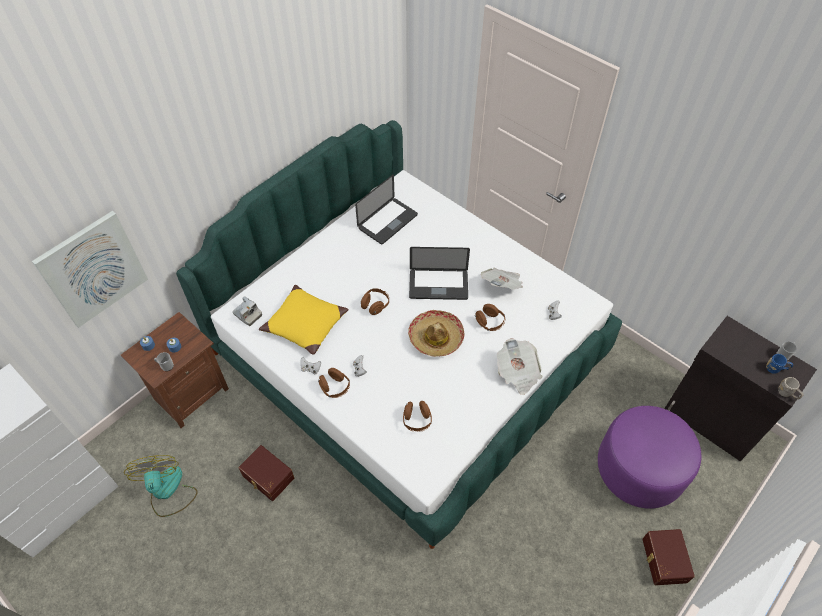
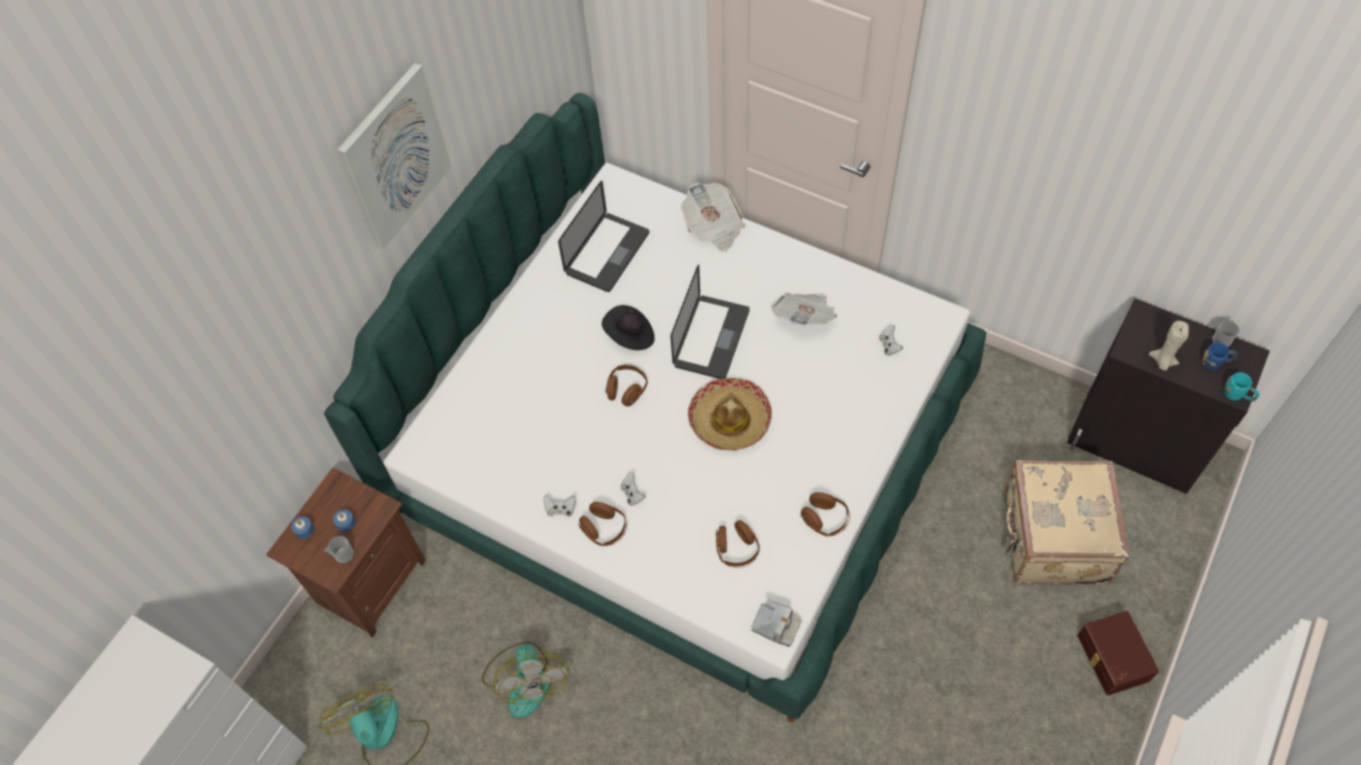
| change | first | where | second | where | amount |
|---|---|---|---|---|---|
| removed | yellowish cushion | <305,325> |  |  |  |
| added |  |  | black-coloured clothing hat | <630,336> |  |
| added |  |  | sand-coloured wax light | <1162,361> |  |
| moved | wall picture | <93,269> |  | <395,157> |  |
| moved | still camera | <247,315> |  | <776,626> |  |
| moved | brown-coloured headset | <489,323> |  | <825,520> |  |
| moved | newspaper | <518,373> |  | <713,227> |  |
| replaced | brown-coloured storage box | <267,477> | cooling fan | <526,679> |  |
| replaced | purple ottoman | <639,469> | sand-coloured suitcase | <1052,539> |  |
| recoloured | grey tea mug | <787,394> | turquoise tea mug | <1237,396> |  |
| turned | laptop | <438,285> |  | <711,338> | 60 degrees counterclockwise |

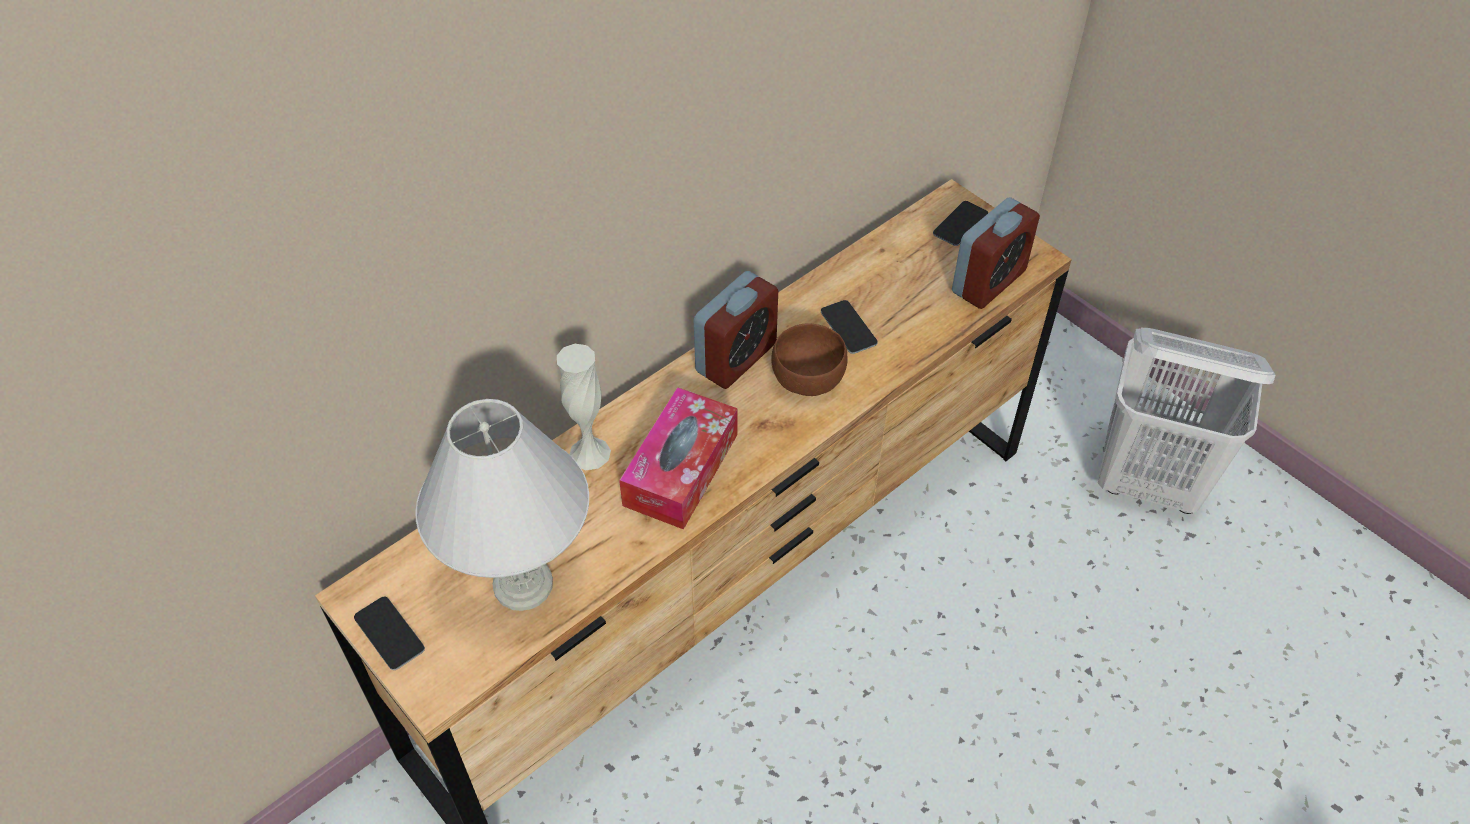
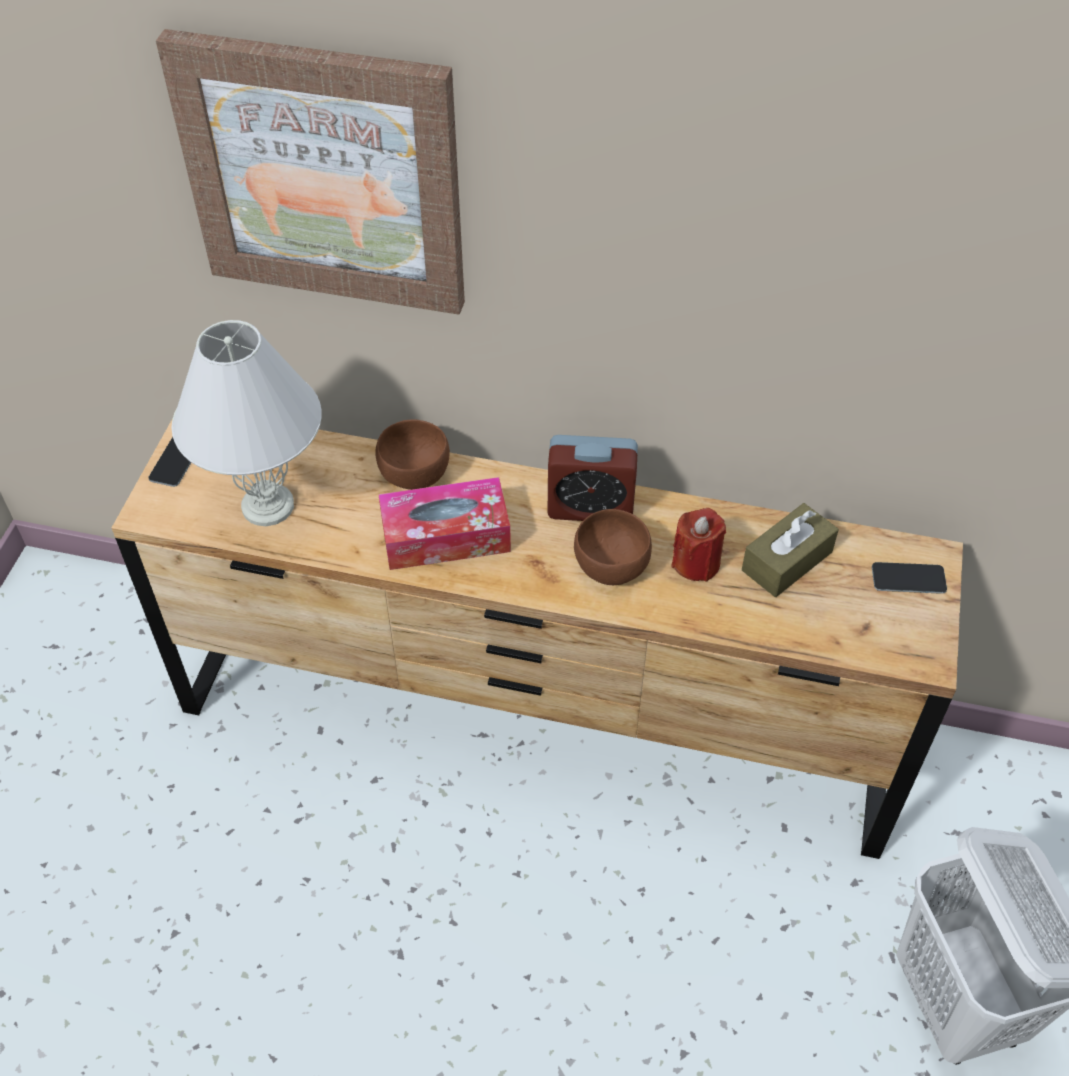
| change | first | where | second | where | amount |
|---|---|---|---|---|---|
| removed | bedside clock | <988,282> |  |  |  |
| added |  |  | wall picture | <324,174> |  |
| added |  |  | brown-coloured tissue box | <787,561> |  |
| replaced | white decorative vase | <589,453> | brown-coloured deep dish | <415,473> |  |
| replaced | phone | <848,327> | reddish wax light | <696,563> |  |

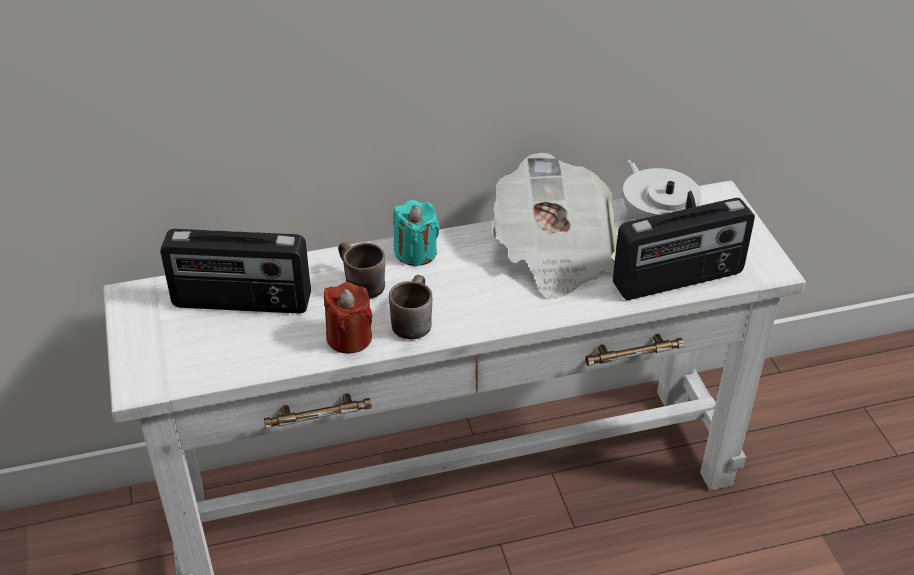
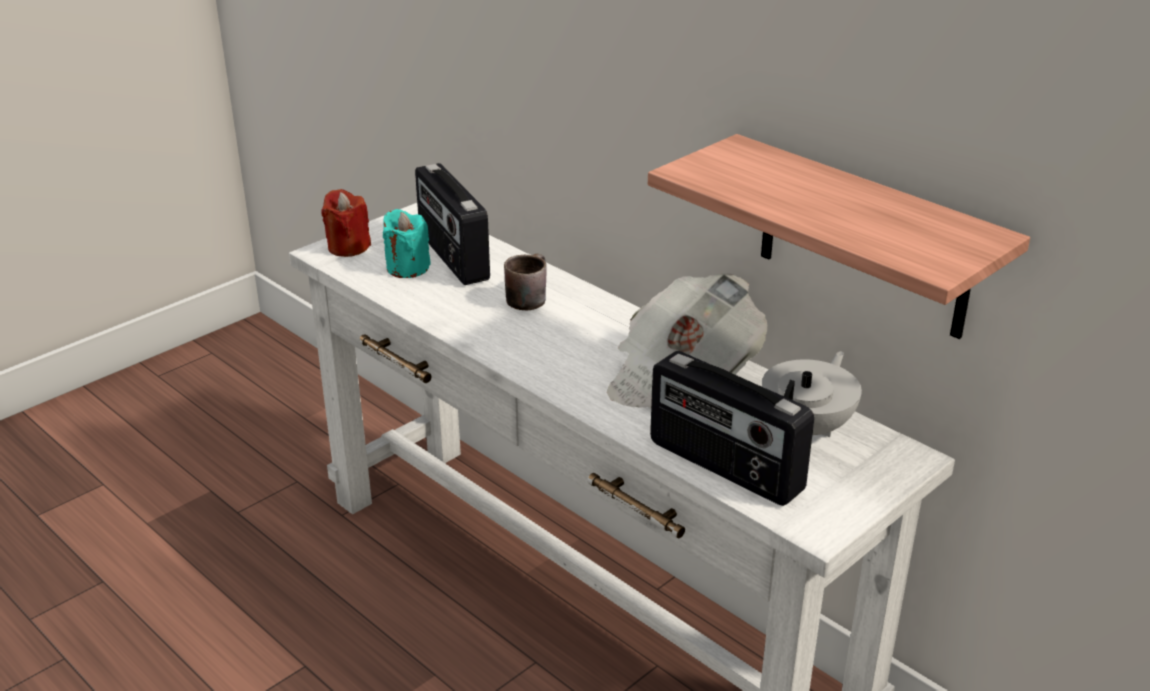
| change | first | where | second | where | amount |
|---|---|---|---|---|---|
| removed | brown-coloured tea mug | <410,320> |  |  |  |
| added |  |  | bracket shelf | <864,238> |  |
| moved | reddish wax light | <349,338> |  | <348,247> |  |
| moved | turquoise wax light | <415,252> |  | <407,268> |  |

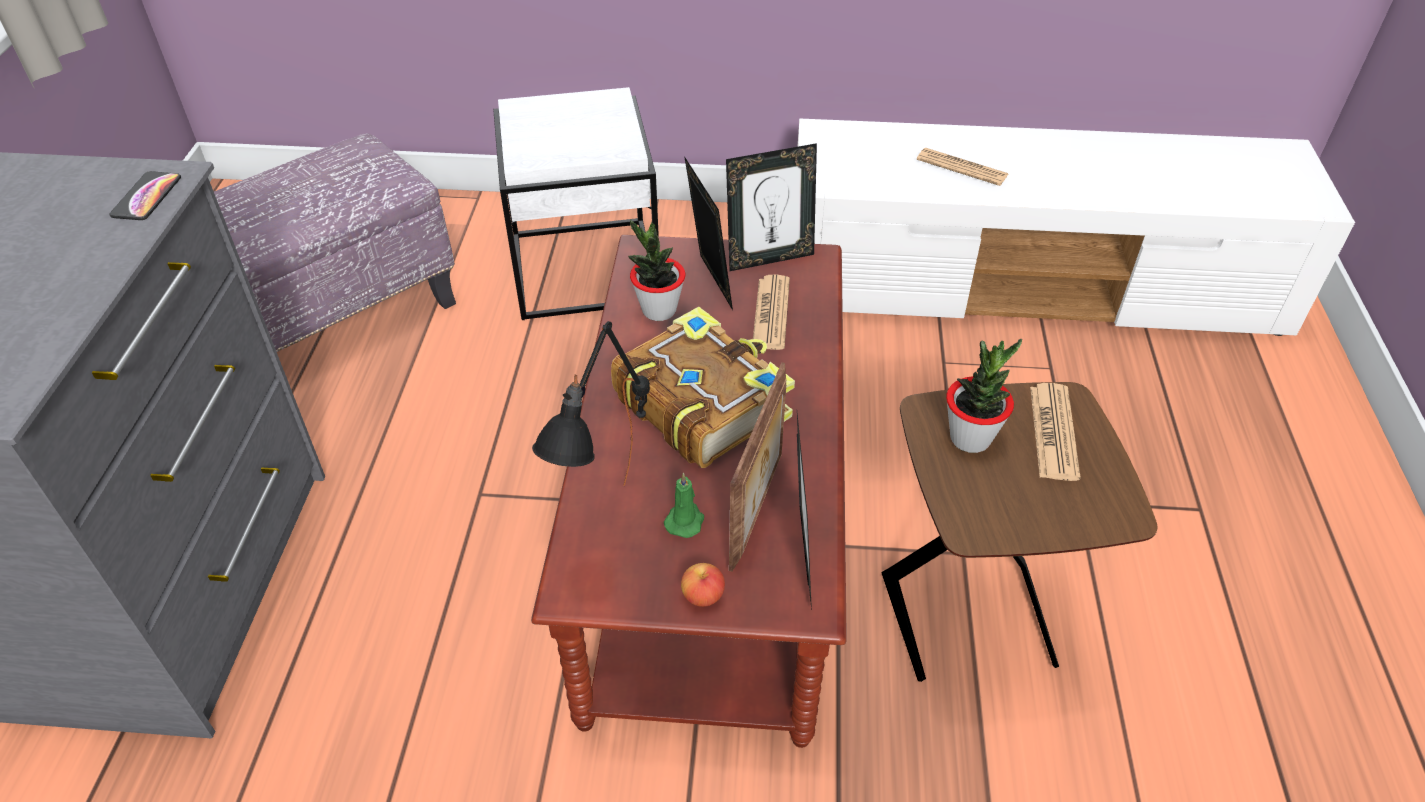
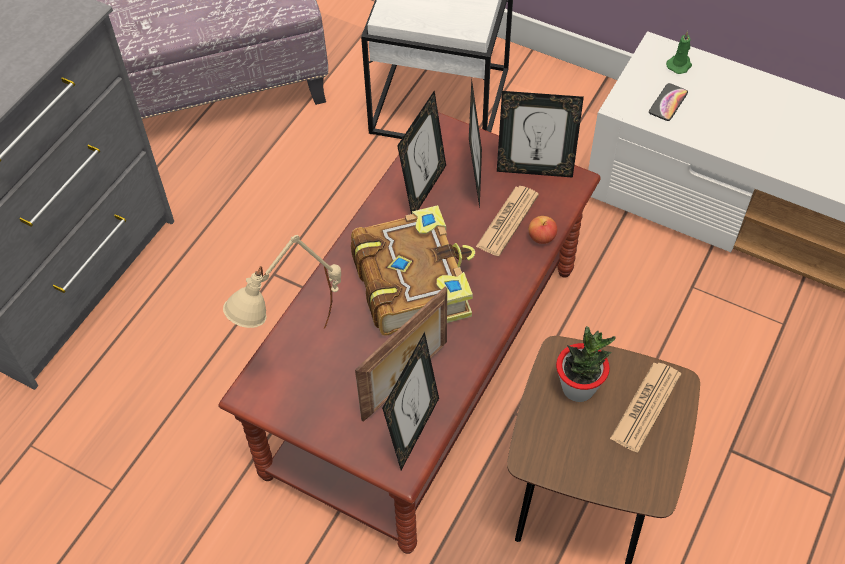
| change | first | where | second | where | amount |
|---|---|---|---|---|---|
| removed | newspaper | <962,167> |  |  |  |
| moved | phone | <147,197> |  | <668,102> |  |
| moved | greenish wax light | <685,520> |  | <679,65> |  |
| moved | apple fruit | <703,596> |  | <541,237> |  |
| replaced | plant in a pot | <658,310> | photo frame | <423,189> |  |
| recoloured | black-coloured table lamp | <613,531> | sand-coloured table lamp | <299,360> |  |

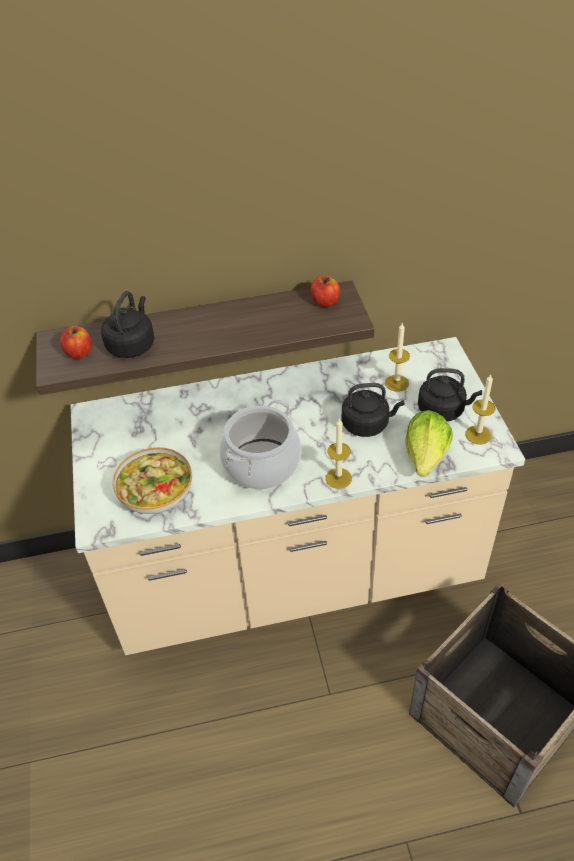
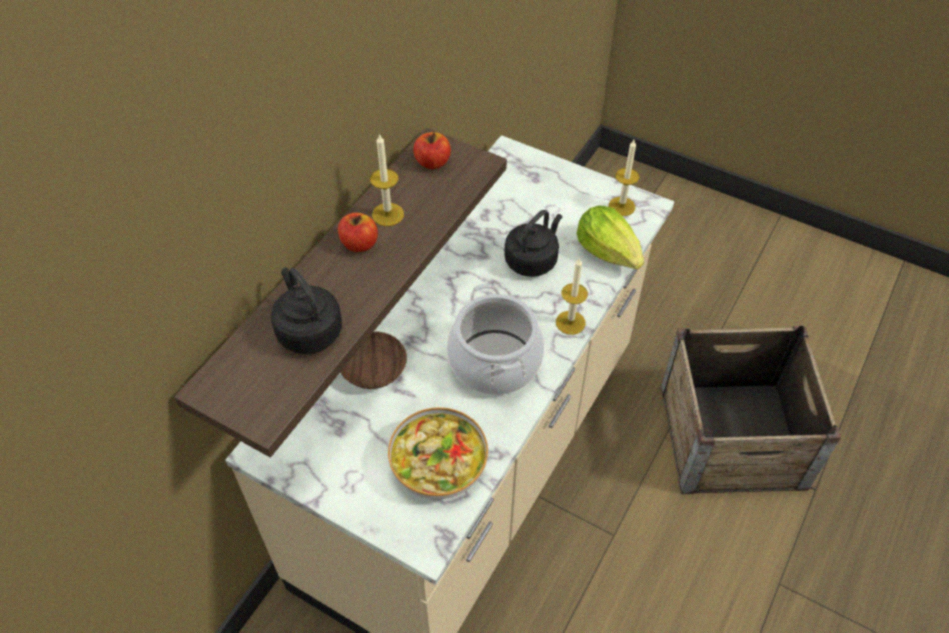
| change | first | where | second | where | amount |
|---|---|---|---|---|---|
| removed | black-coloured kettle | <443,410> |  |  |  |
| added |  |  | brown-coloured deep dish | <374,370> |  |
| moved | apple fruit | <79,353> |  | <359,244> |  |
| moved | wax light | <396,383> |  | <388,214> |  |

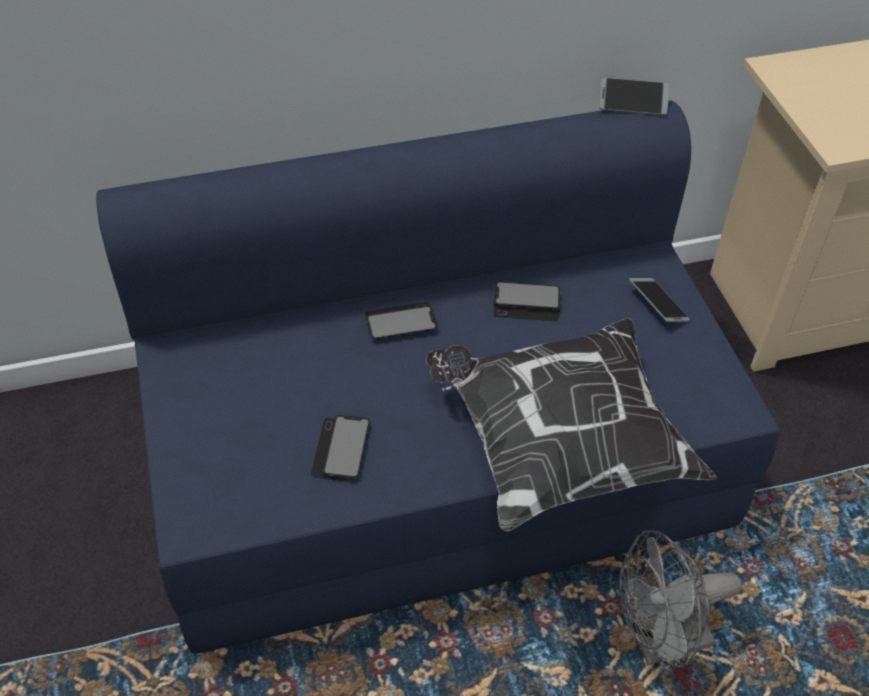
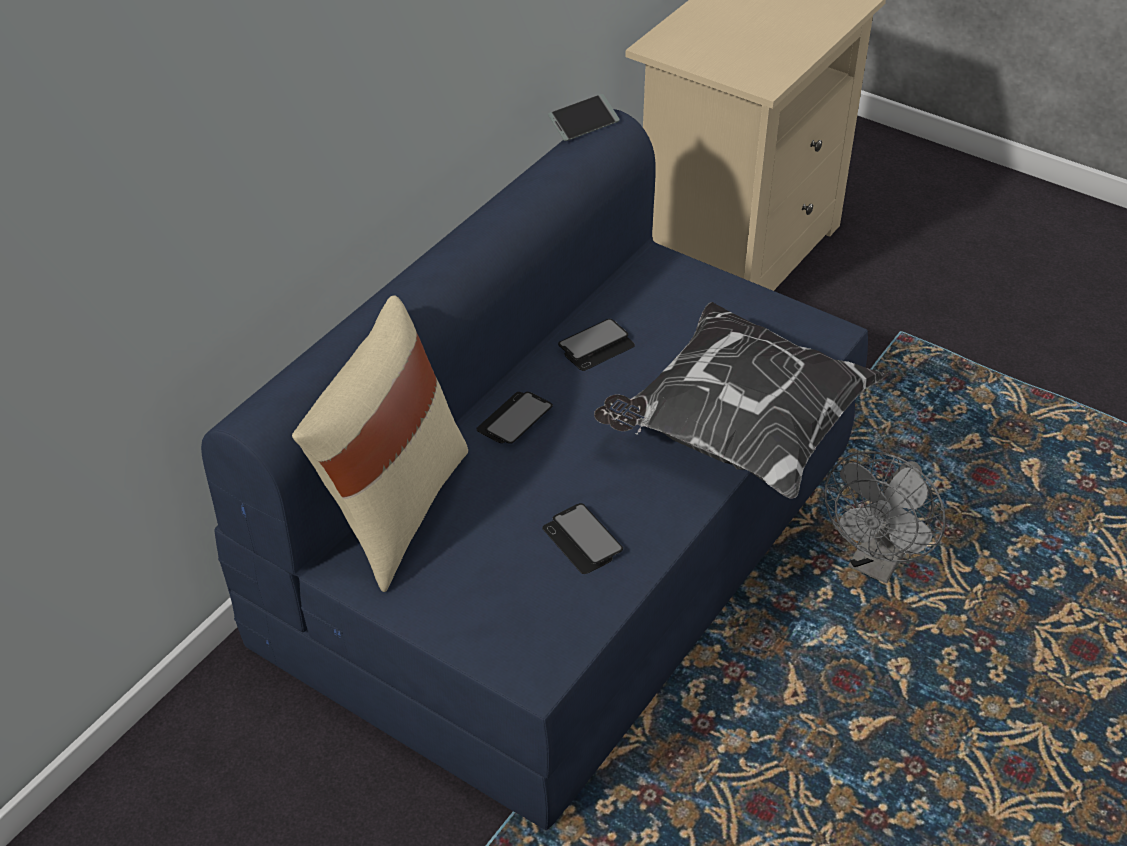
| change | first | where | second | where | amount |
|---|---|---|---|---|---|
| removed | phone | <657,305> |  |  |  |
| added |  |  | sand-coloured cushion | <393,509> |  |

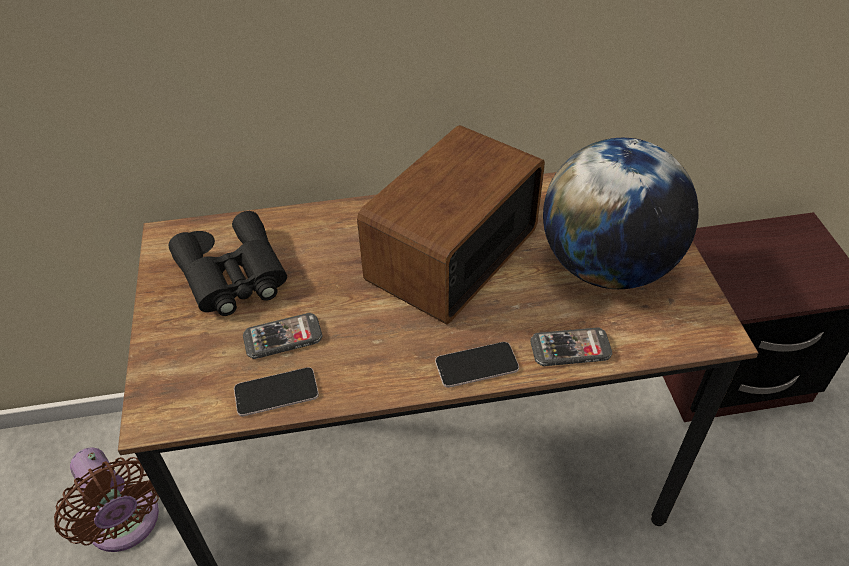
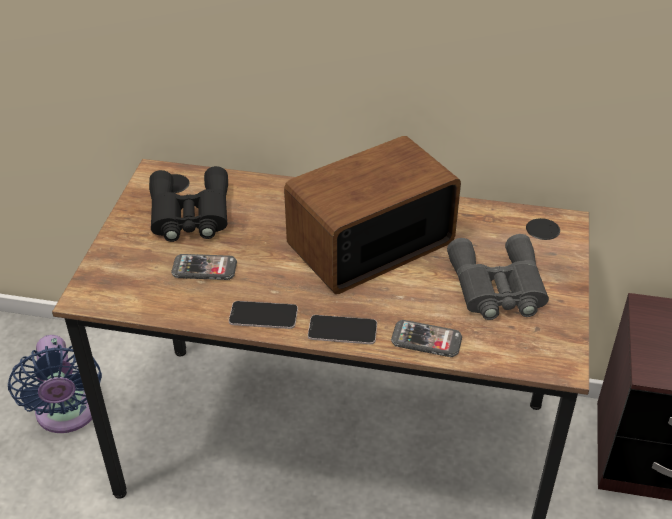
| change | first | where | second | where | amount |
|---|---|---|---|---|---|
| moved | phone | <276,392> |  | <263,316> |  |
| replaced | desk globe | <607,266> | grey field glasses | <497,287> |  |
| recoloured | brown-coloured cooling fan | <126,524> | blue cooling fan | <67,414> |  |

